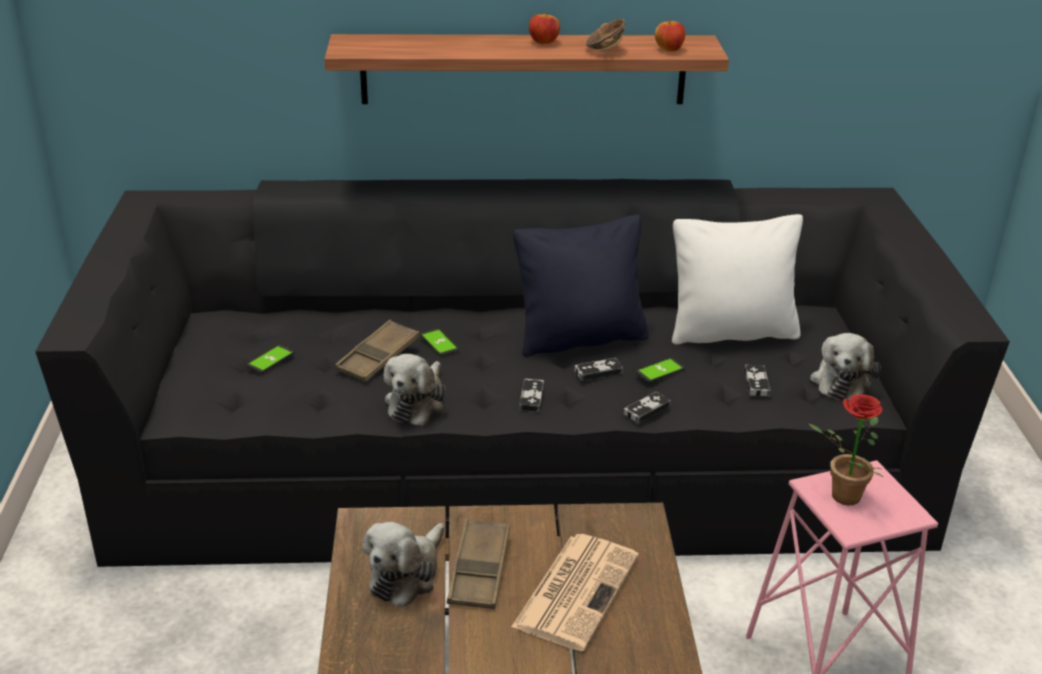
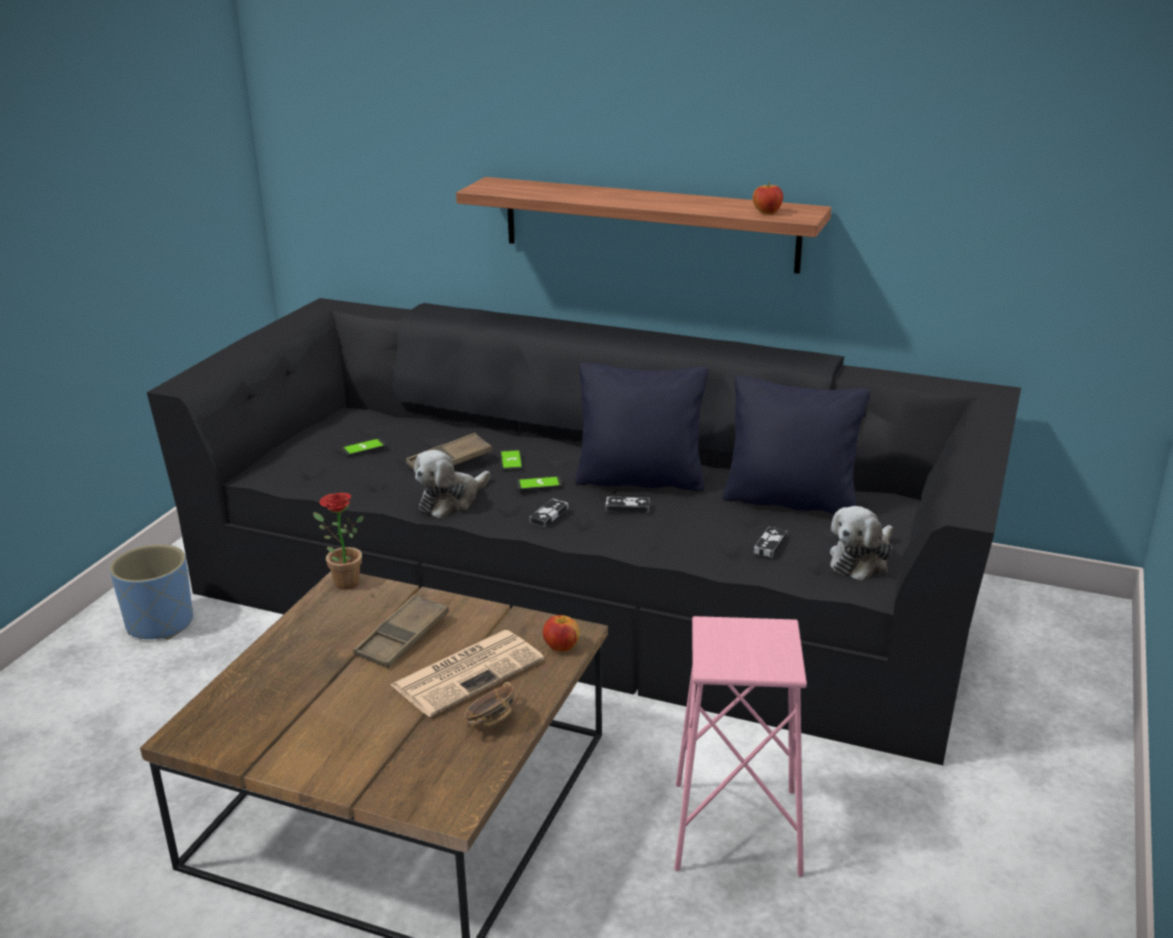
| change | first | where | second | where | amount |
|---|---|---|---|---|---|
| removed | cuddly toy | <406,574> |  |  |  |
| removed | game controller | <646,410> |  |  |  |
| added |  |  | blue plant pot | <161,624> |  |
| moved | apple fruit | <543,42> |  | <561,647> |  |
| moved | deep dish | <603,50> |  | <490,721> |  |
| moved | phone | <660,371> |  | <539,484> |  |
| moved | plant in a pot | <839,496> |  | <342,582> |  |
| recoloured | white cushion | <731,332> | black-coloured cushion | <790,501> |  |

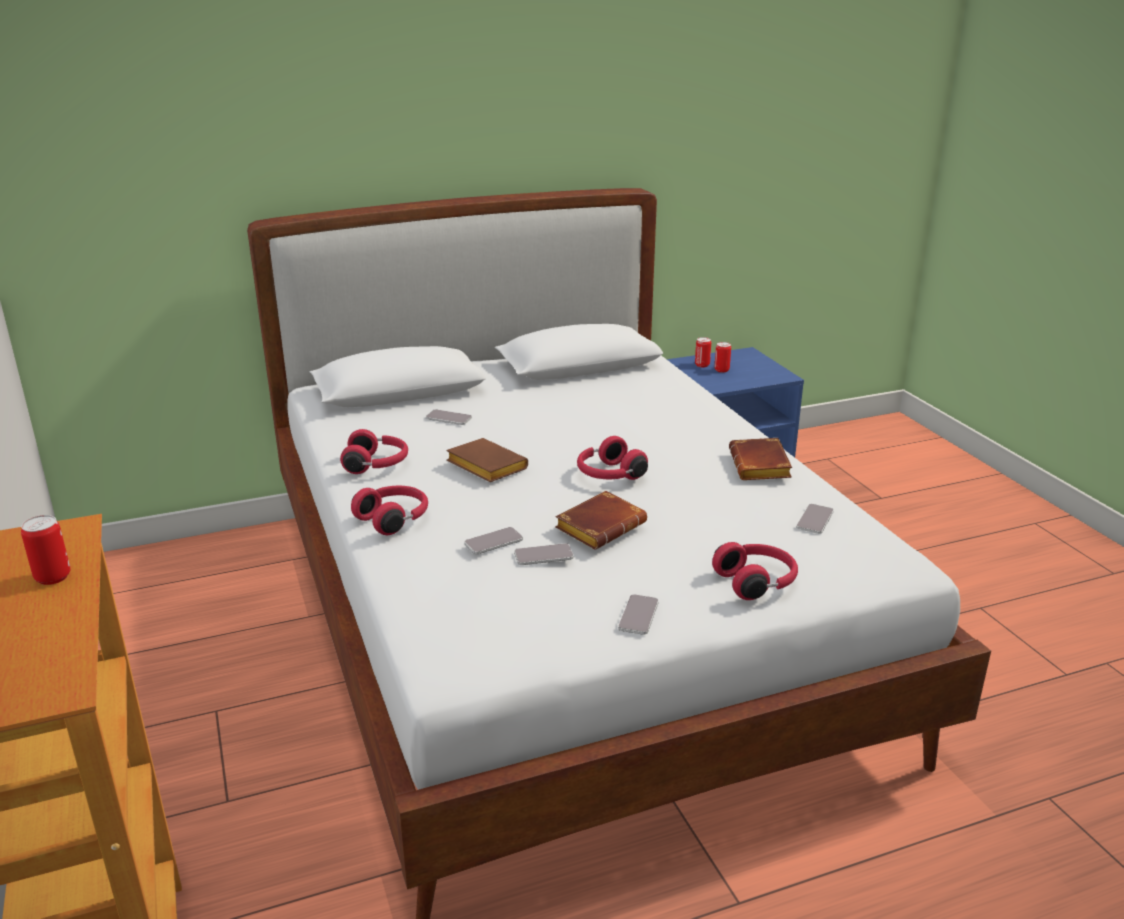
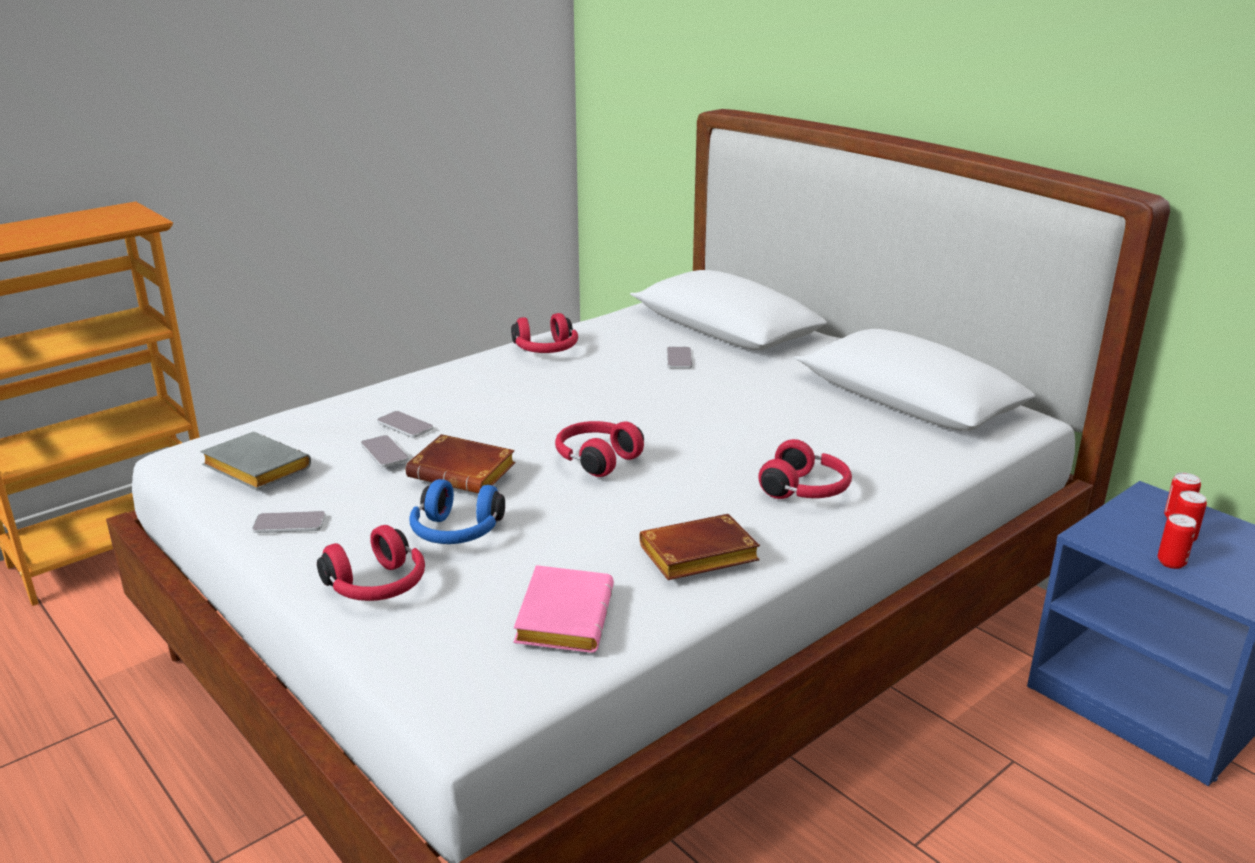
| change | first | where | second | where | amount |
|---|---|---|---|---|---|
| removed | brown-coloured book | <484,466> |  |  |  |
| added |  |  | grey book | <253,469> |  |
| added |  |  | blue headset | <456,534> |  |
| moved | can | <53,577> |  | <1171,562> |  |
| moved | reddish headset | <394,519> |  | <806,491> |  |
| replaced | phone | <814,520> | pink book | <561,616> |  |

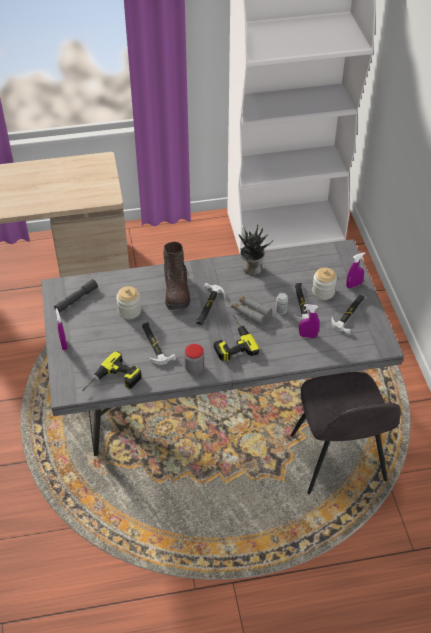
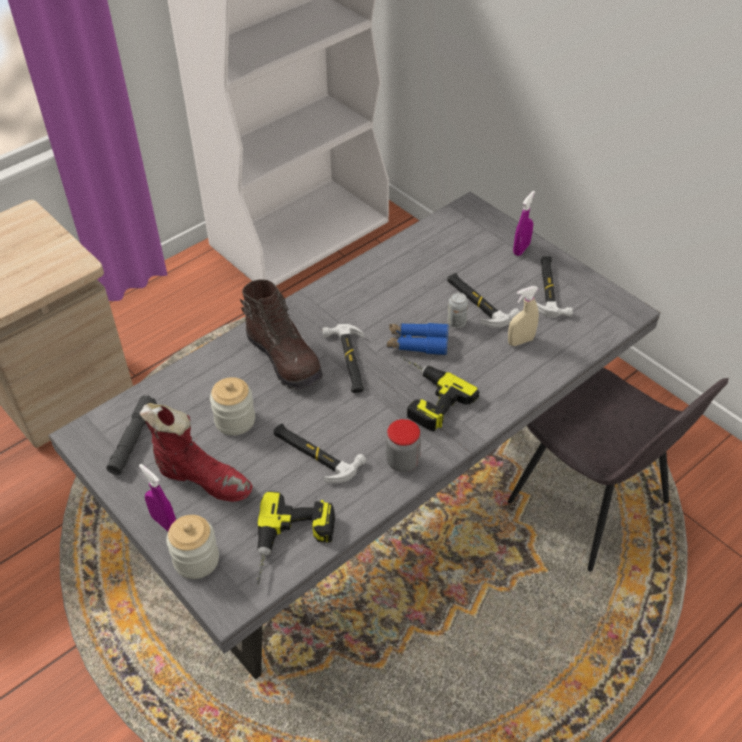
| change | first | where | second | where | amount |
|---|---|---|---|---|---|
| removed | plant in a pot | <251,268> |  |  |  |
| added |  |  | reddish tall boot | <203,479> |  |
| moved | jar | <323,292> |  | <196,560> |  |
| recoloured | grey field glasses | <250,312> | blue field glasses | <417,343> |  |
| recoloured | purple sprayer | <308,336> | sand-coloured sprayer | <520,341> |  |

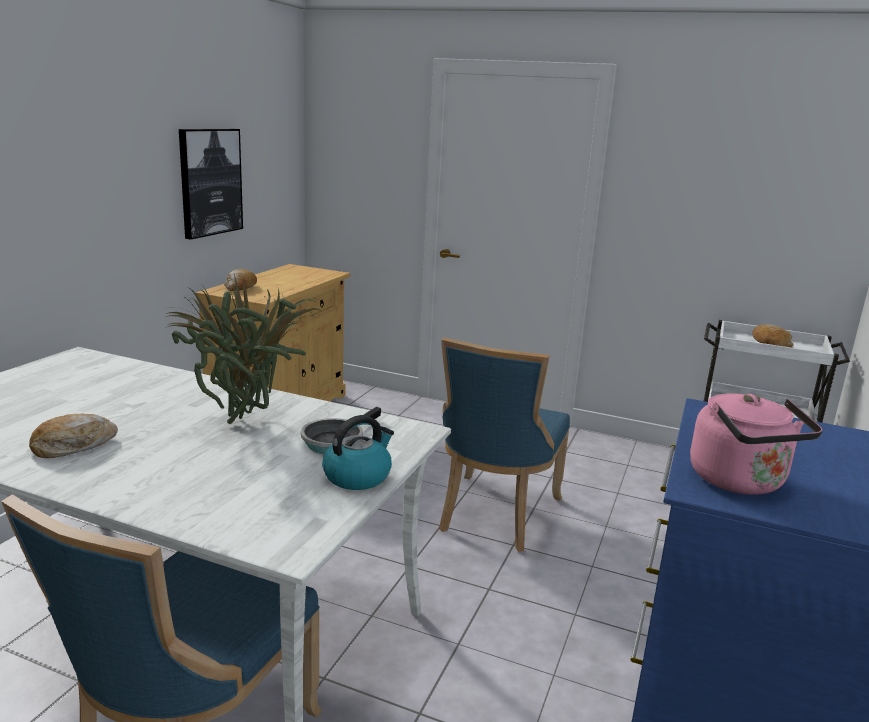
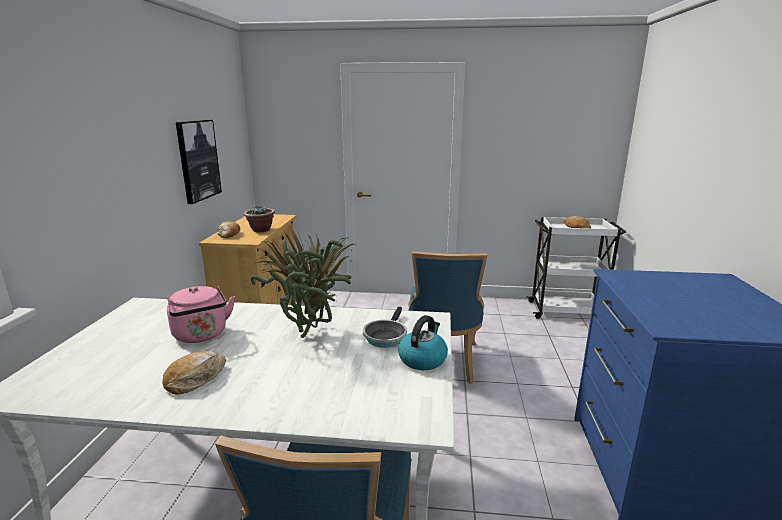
| change | first | where | second | where | amount |
|---|---|---|---|---|---|
| added |  |  | plant in a pot | <261,230> |  |
| moved | pink kettle | <741,482> |  | <201,335> |  |

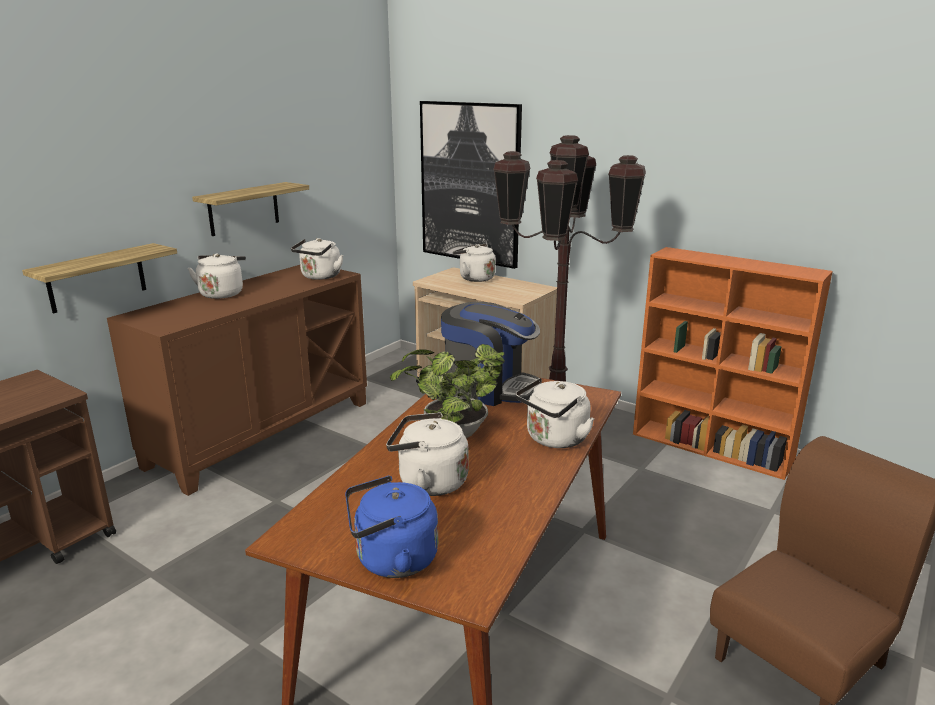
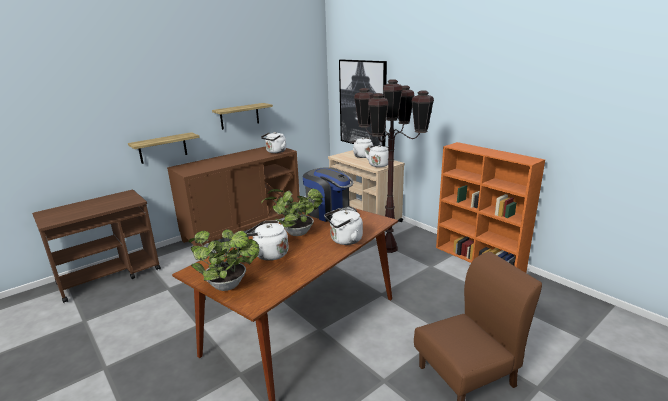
| change | first | where | second | where | amount |
|---|---|---|---|---|---|
| moved | white kettle | <222,293> |  | <379,164> |  |
| replaced | blue kettle | <391,560> | plant in a pot | <230,286> |  |

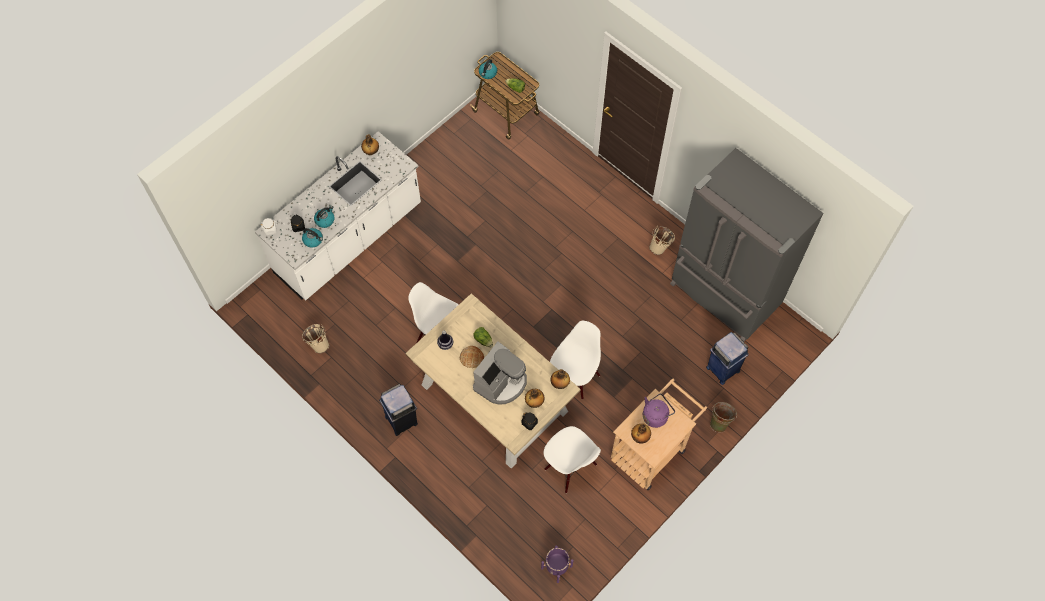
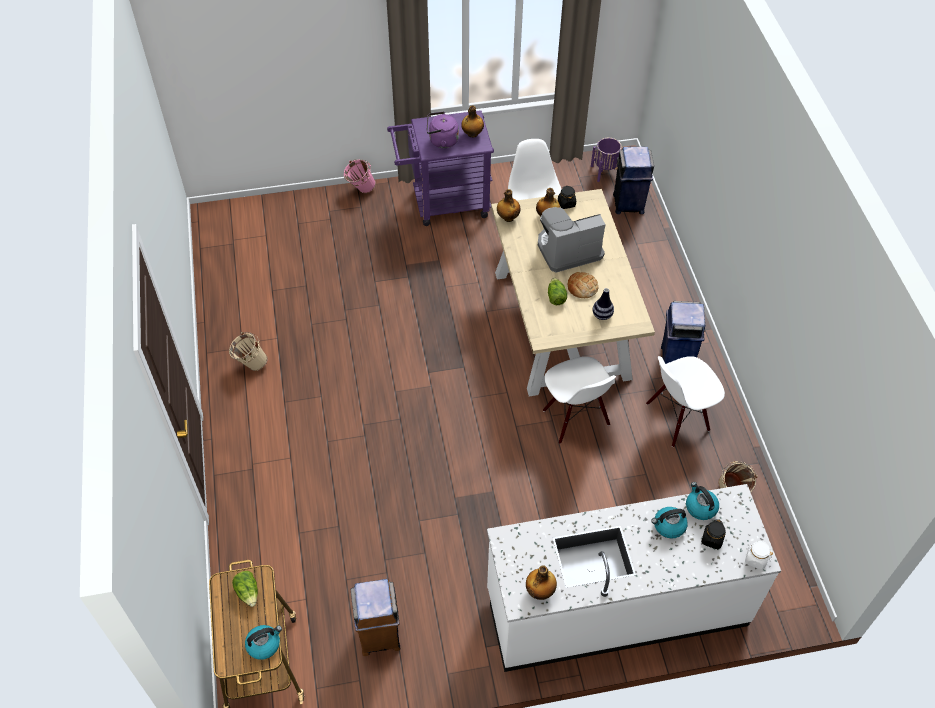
| change | first | where | second | where | amount |
|---|---|---|---|---|---|
| removed | grey fridge | <723,295> |  |  |  |
| added |  |  | brown-coloured rubbish bin | <379,634> |  |
| moved | white plain chair | <574,377> |  | <677,418> |  |
| moved | blue rubbish bin | <722,369> |  | <628,204> |  |
| recoloured | sand-coloured wheeled cart | <652,449> | purple wheeled cart | <443,203> |  |
| recoloured | greenish bucket | <720,421> | pink bucket | <360,190> |  |

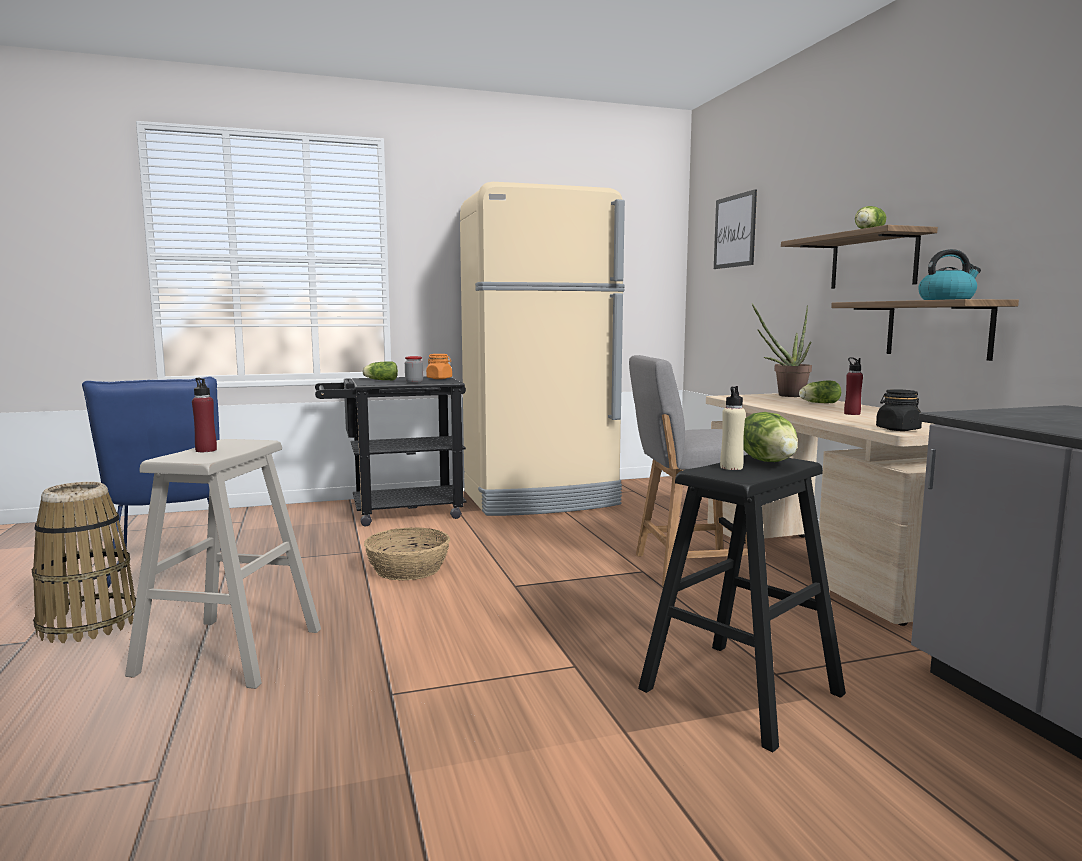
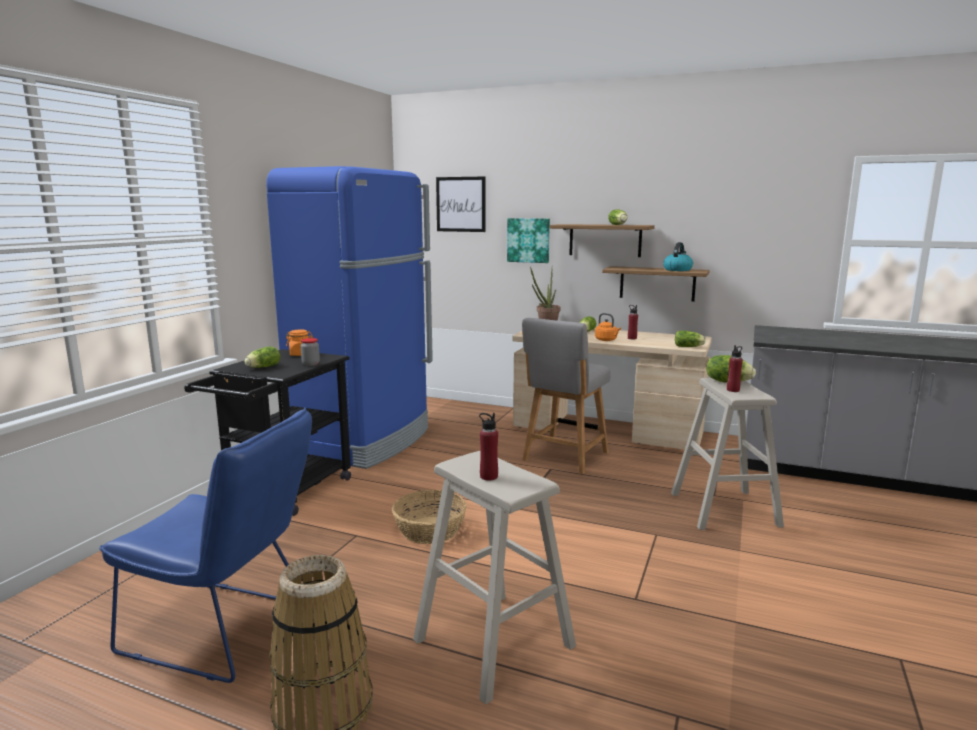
| change | first | where | second | where | amount |
|---|---|---|---|---|---|
| added |  |  | wall picture | <528,240> |  |
| added |  |  | orange-coloured kettle | <607,340> |  |
| replaced | black-coloured jar | <897,429> | lettuce head | <689,347> |  |
| recoloured | sand-coloured fridge | <541,499> | blue fridge | <364,441> |  |
| recoloured | black-coloured sitting stool | <741,692> | sand-coloured sitting stool | <724,509> |  |
| recoloured | sand-coloured beverage bottle | <731,467> | reddish beverage bottle | <733,390> |  |

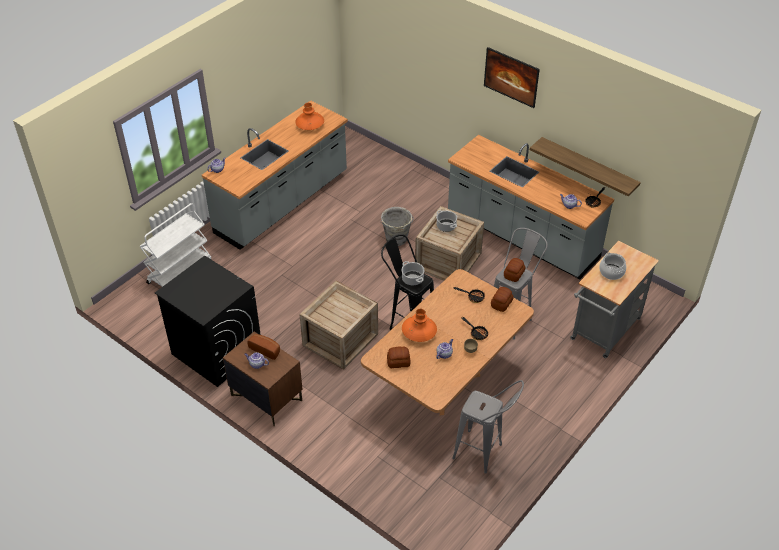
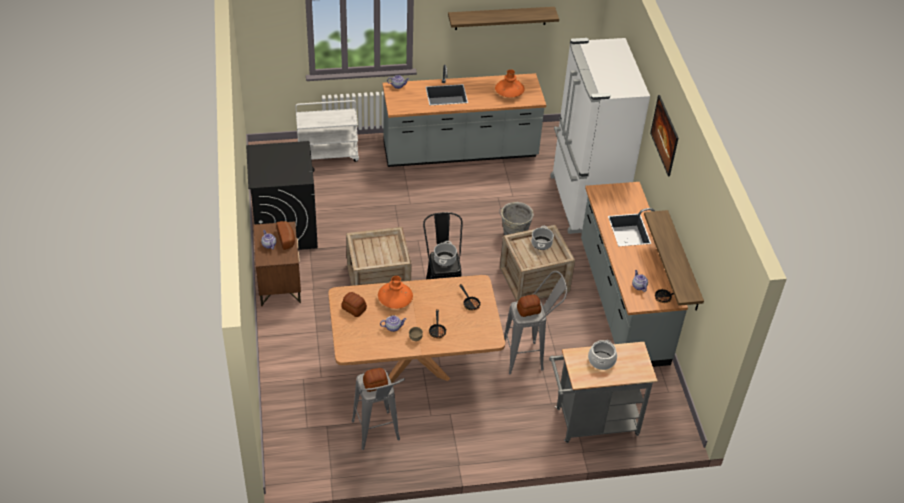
| change | first | where | second | where | amount |
|---|---|---|---|---|---|
| added |  |  | bracket shelf | <501,18> |  |
| added |  |  | white fridge | <584,203> |  |
| moved | bread | <501,303> |  | <375,384> |  |

